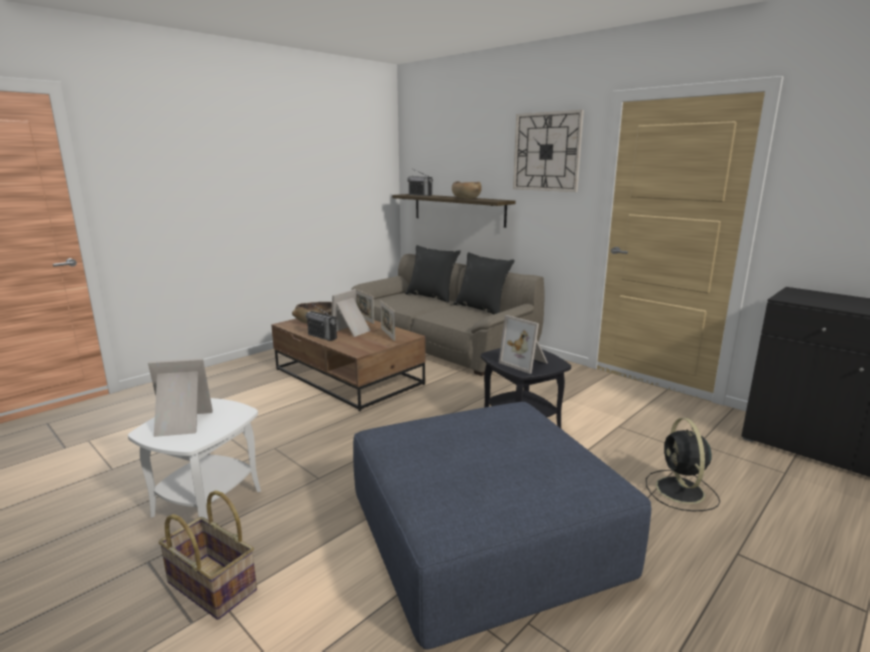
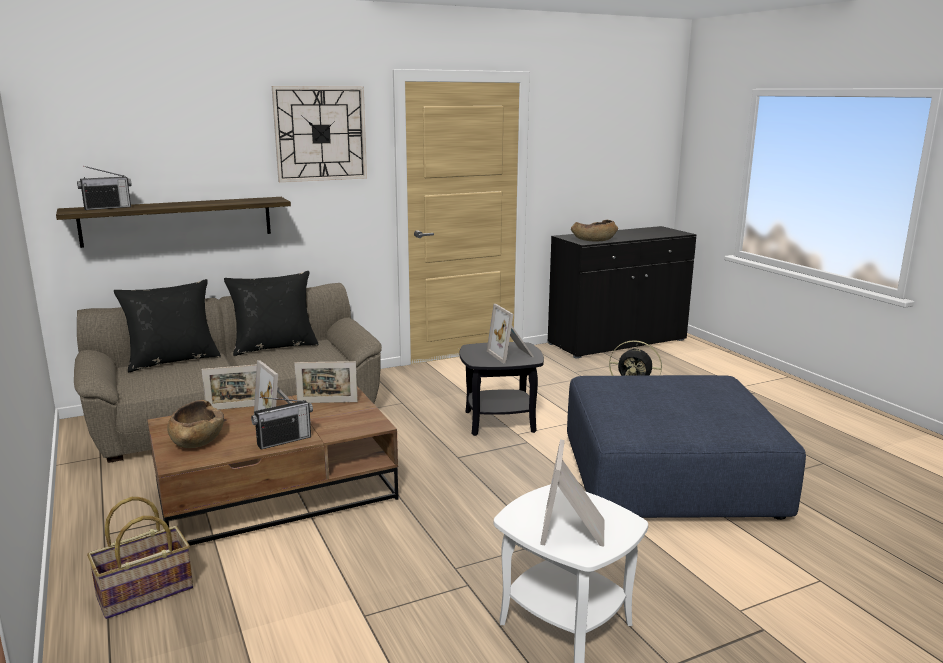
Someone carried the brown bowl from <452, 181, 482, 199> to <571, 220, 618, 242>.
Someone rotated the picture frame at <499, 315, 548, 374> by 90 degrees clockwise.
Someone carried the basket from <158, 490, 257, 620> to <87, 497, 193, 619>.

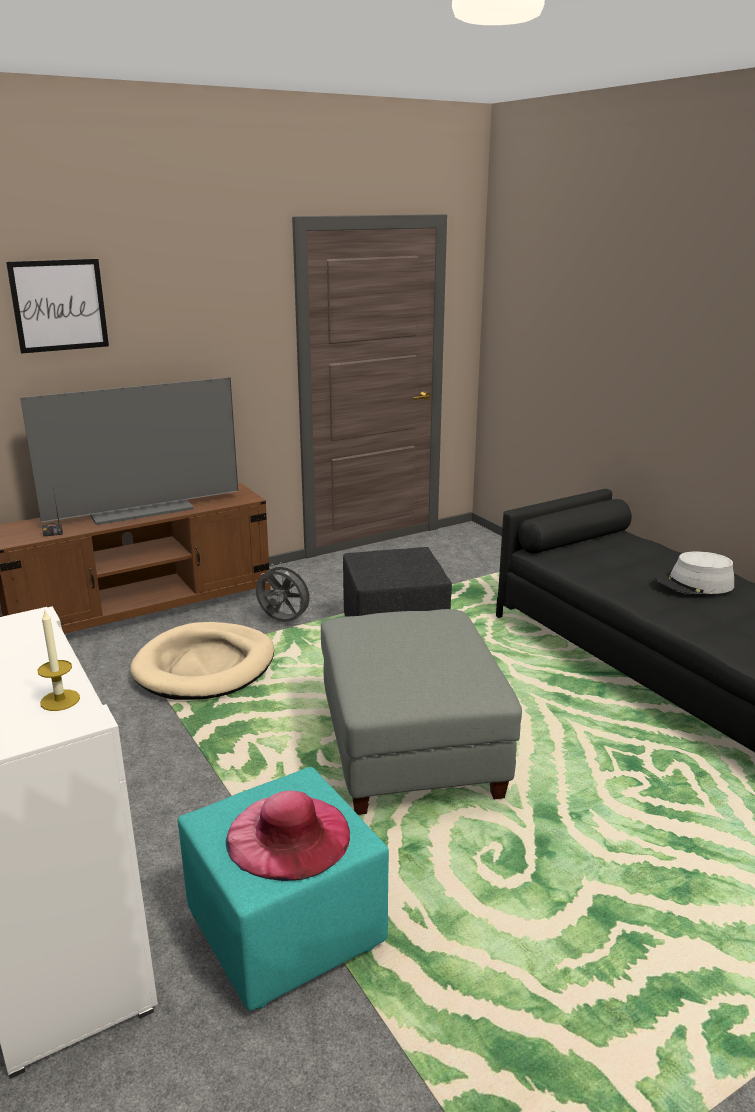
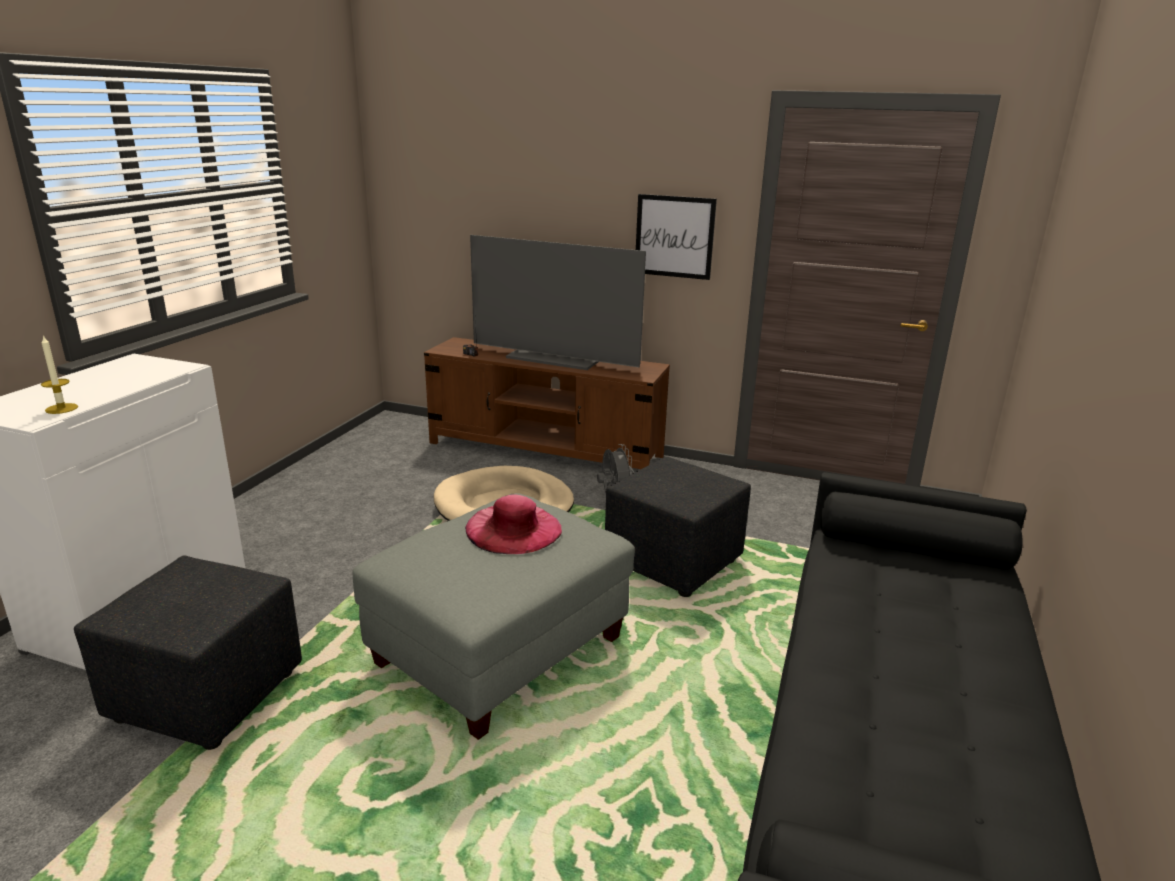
Someone carried the picture from <6, 259, 109, 354> to <636, 194, 717, 280>.
Someone took away the grey hat at <655, 551, 734, 594>.
Someone repainted the turquoise ottoman at <178, 767, 389, 1011>, which became the black ottoman at <74, 556, 302, 750>.
Someone carried the pink hat from <226, 790, 350, 881> to <465, 495, 562, 554>.

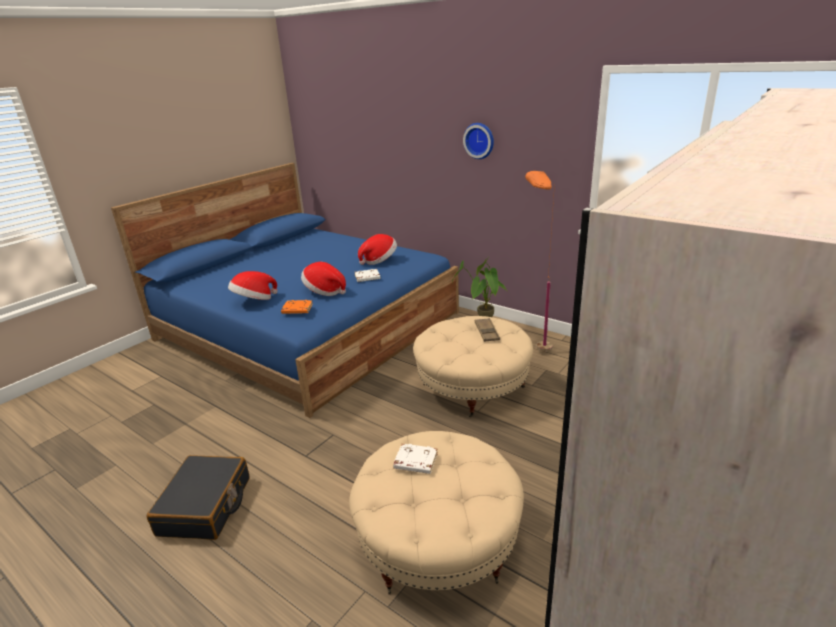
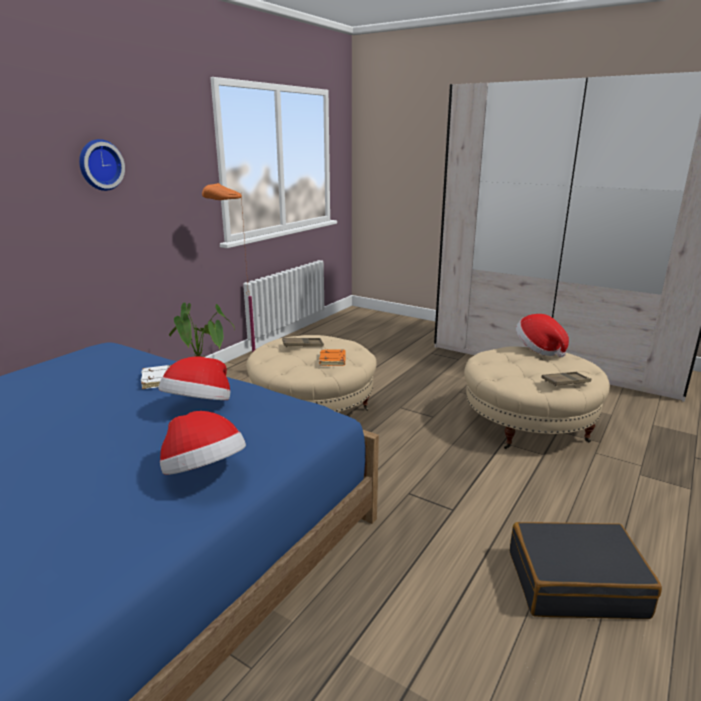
Someone carried the hat from <358, 234, 397, 265> to <516, 314, 569, 357>.
Someone carried the orange book from <281, 300, 313, 314> to <319, 349, 346, 366>.
Someone took away the white book at <393, 444, 438, 474>.
Someone put down the brown tray at <542, 372, 591, 387>.

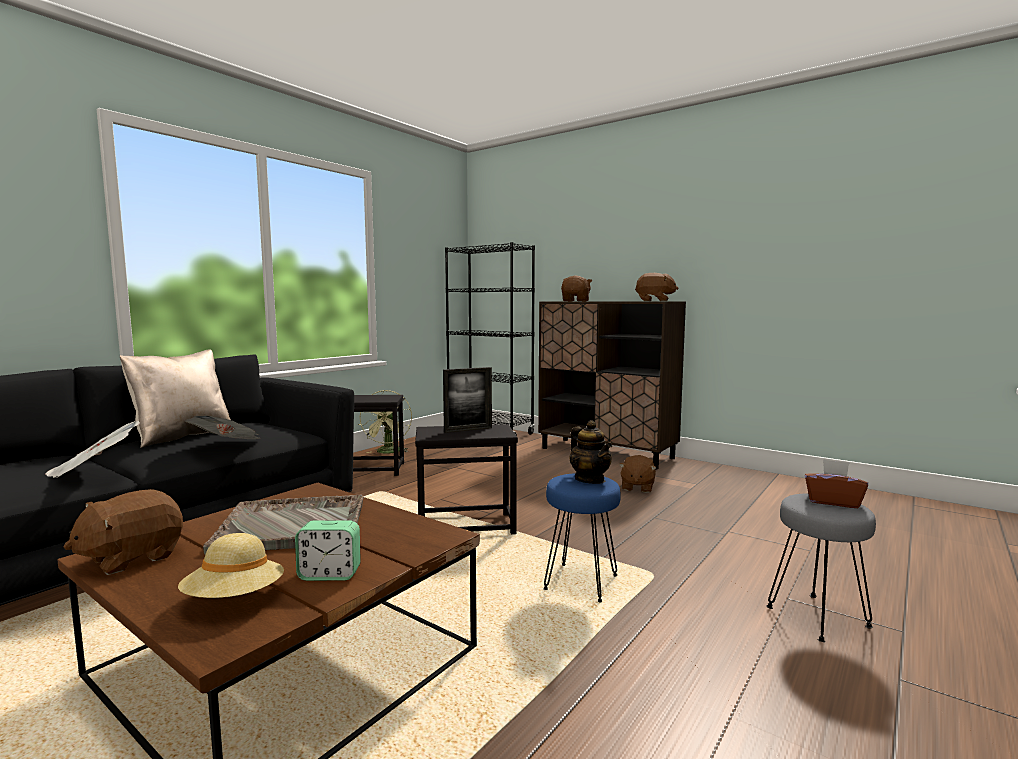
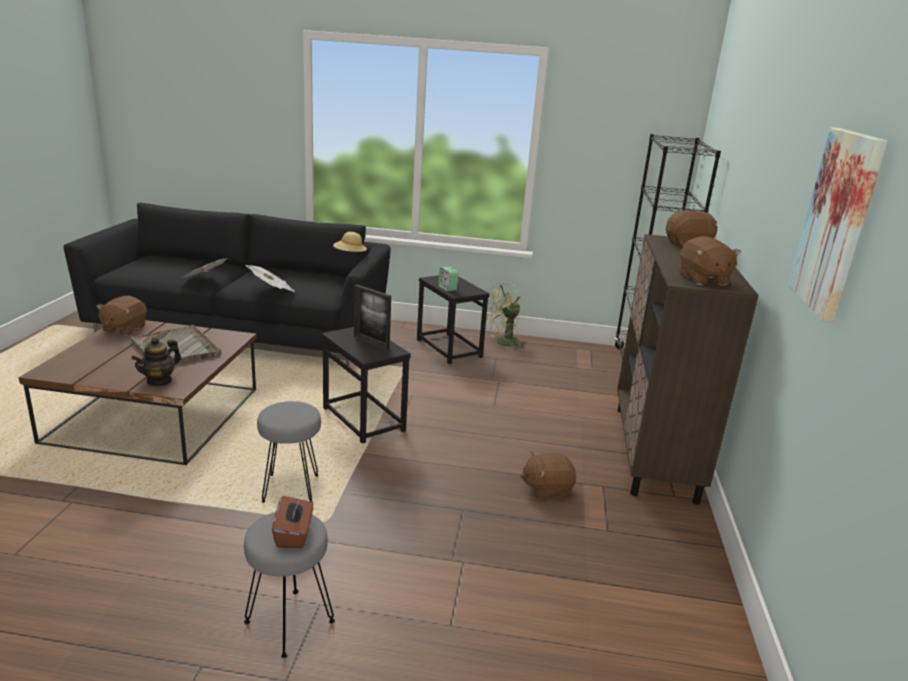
Someone took away the beige pillow at <120, 349, 231, 448>.
Someone carried the teapot from <570, 420, 612, 484> to <132, 337, 181, 387>.
Someone repainted the blue stool at <544, 473, 621, 602>, which became the grey stool at <257, 401, 321, 503>.
Someone rotated the brown plush toy at <64, 489, 183, 575> by 90 degrees counterclockwise.
Someone carried the alarm clock from <295, 520, 361, 581> to <438, 267, 459, 292>.
Someone carried the beige hat from <178, 533, 284, 598> to <333, 232, 367, 252>.
Someone put up the picture at <788, 127, 888, 322>.

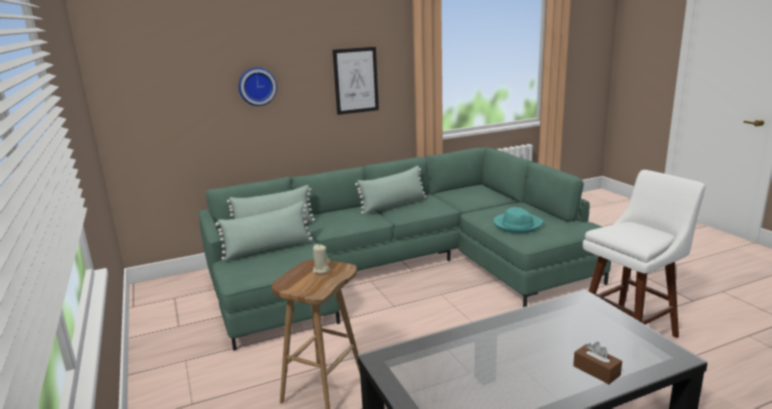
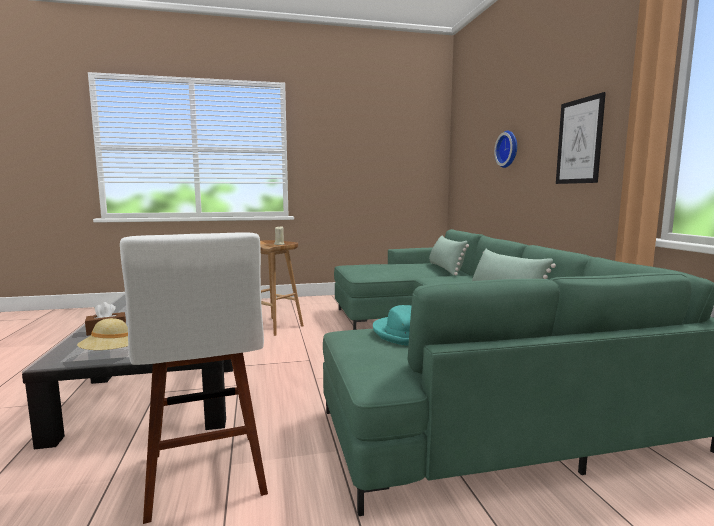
Someone took away the green pillow at <215, 201, 313, 261>.
Someone put down the beige hat at <77, 318, 128, 350>.

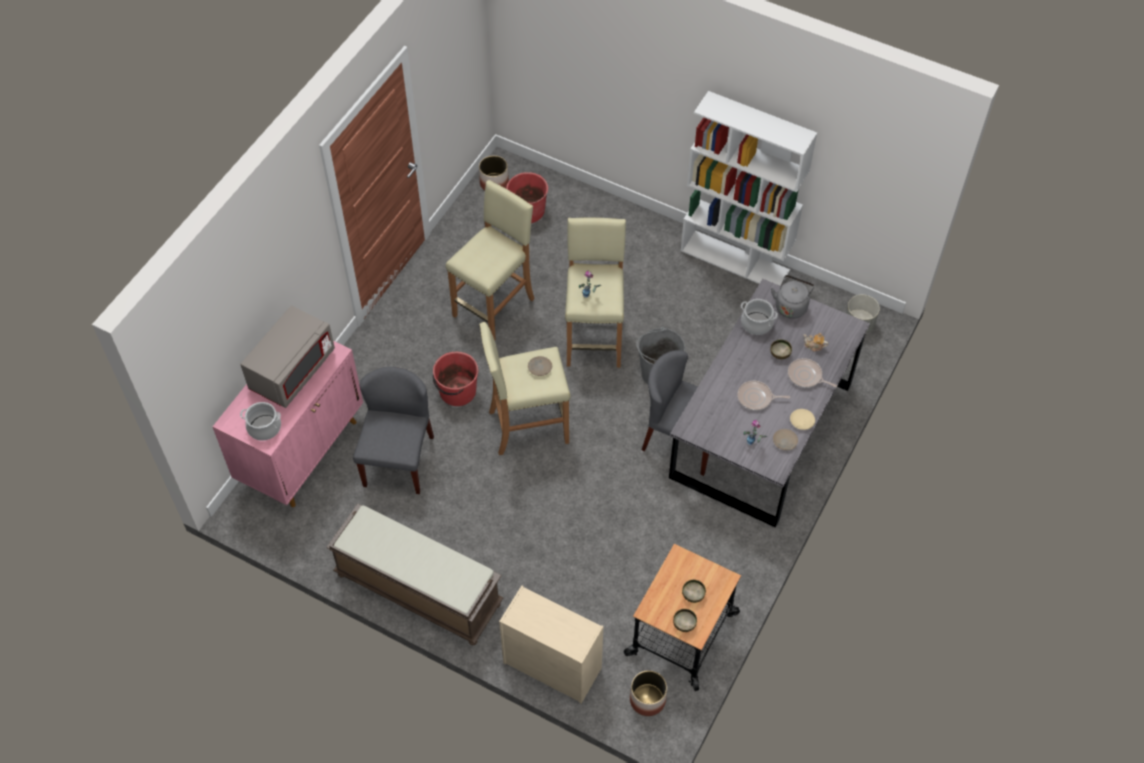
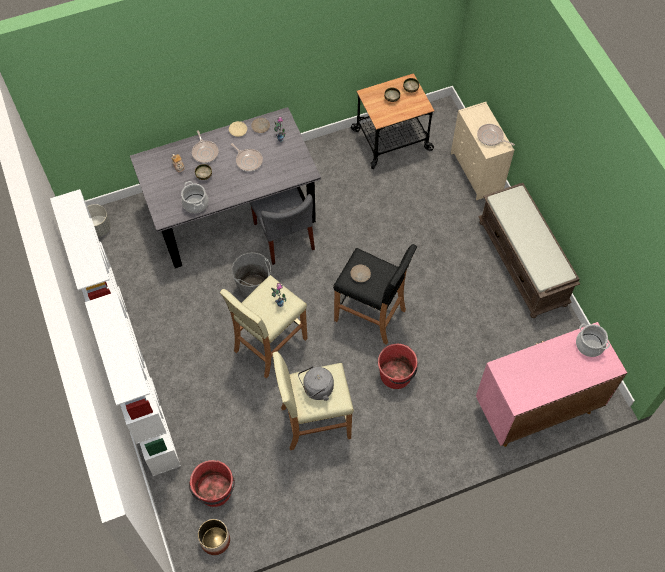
Someone carried the grey kettle from <771, 275, 815, 319> to <298, 366, 334, 401>.
Someone took away the grey microwave at <240, 305, 335, 408>.
Someone repainted the beige stool at <479, 322, 571, 455>, which became the black stool at <333, 244, 417, 345>.
Someone took away the grey chair at <353, 367, 434, 494>.
Someone took away the planter at <630, 670, 667, 716>.
Someone put down the frying pan at <477, 124, 515, 146>.
Someone put down the white bookcase at <85, 292, 181, 476>.

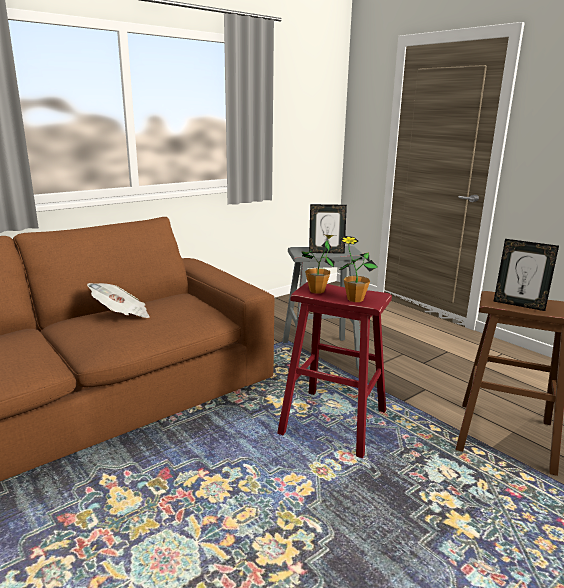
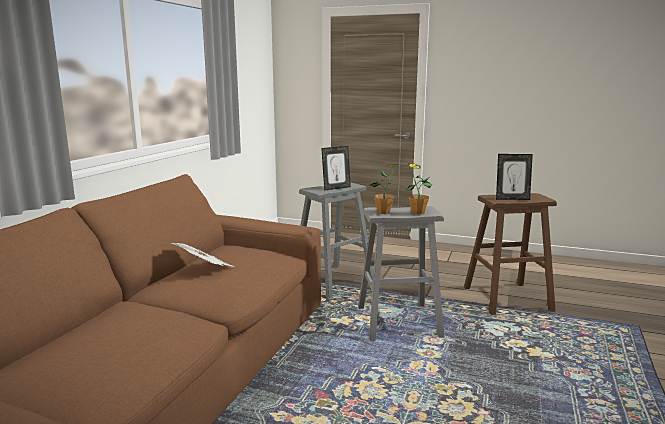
Someone repainted the red stool at <277, 282, 392, 458>, which became the grey stool at <358, 206, 444, 341>.

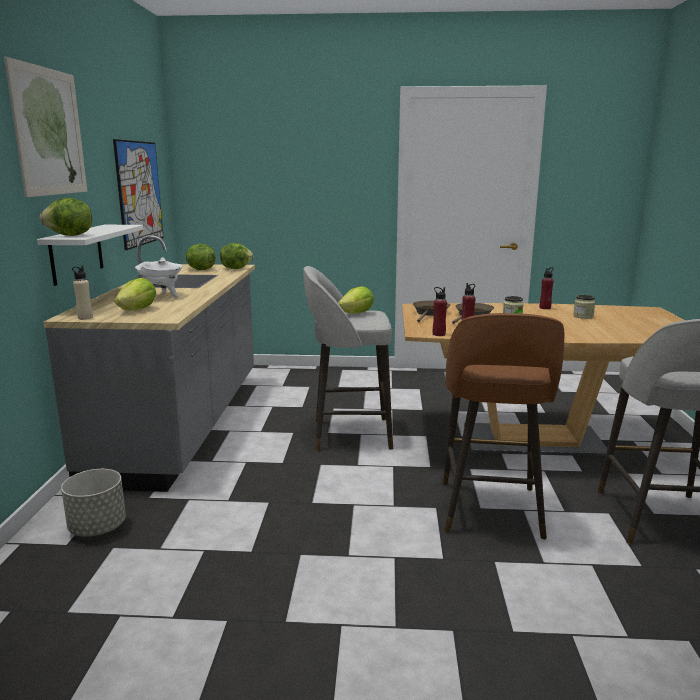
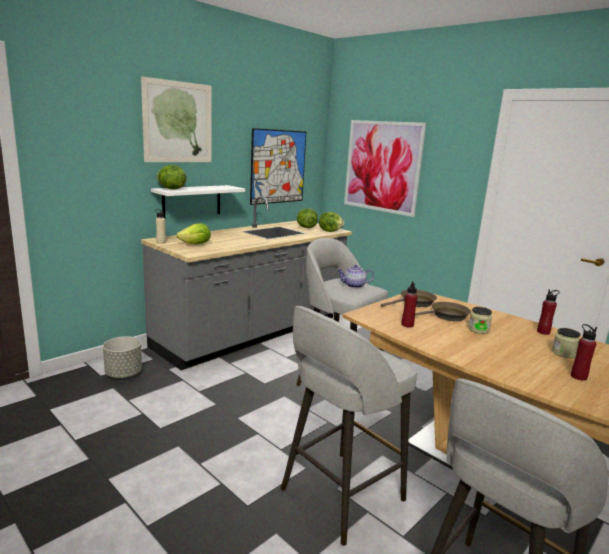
Someone took away the white cooking pot at <135, 257, 183, 298>.
Someone swapped the lettuce at <338, 286, 374, 314> for the teapot at <337, 265, 374, 288>.
Someone carried the red bottle from <433, 287, 447, 336> to <571, 324, 597, 381>.
Someone repainted the brown stool at <443, 313, 565, 540>, which became the grey stool at <280, 306, 417, 546>.
Someone put up the picture at <344, 120, 427, 217>.

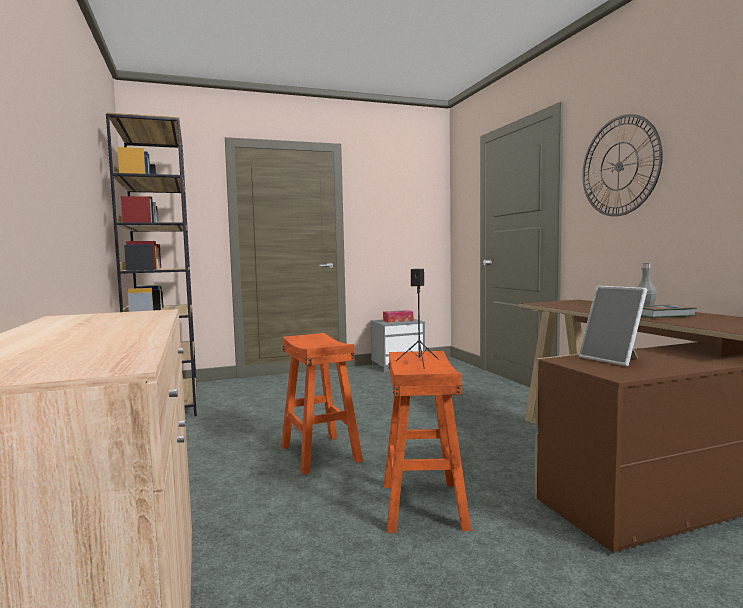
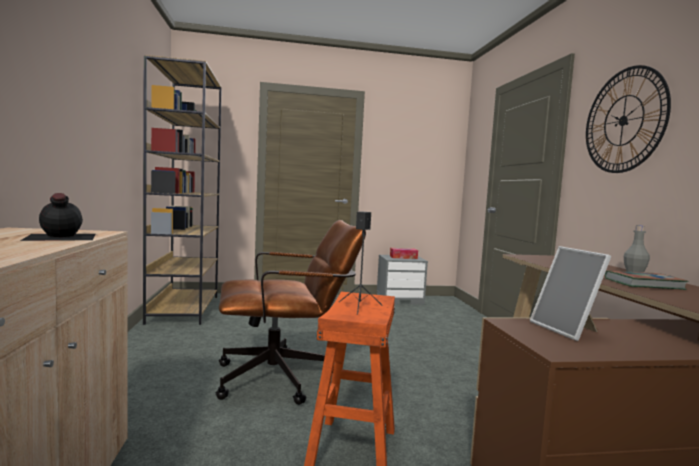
Someone swapped the orange stool at <281, 333, 363, 475> for the brown office chair at <216, 220, 366, 405>.
Someone put down the black bottle at <20, 193, 95, 241>.

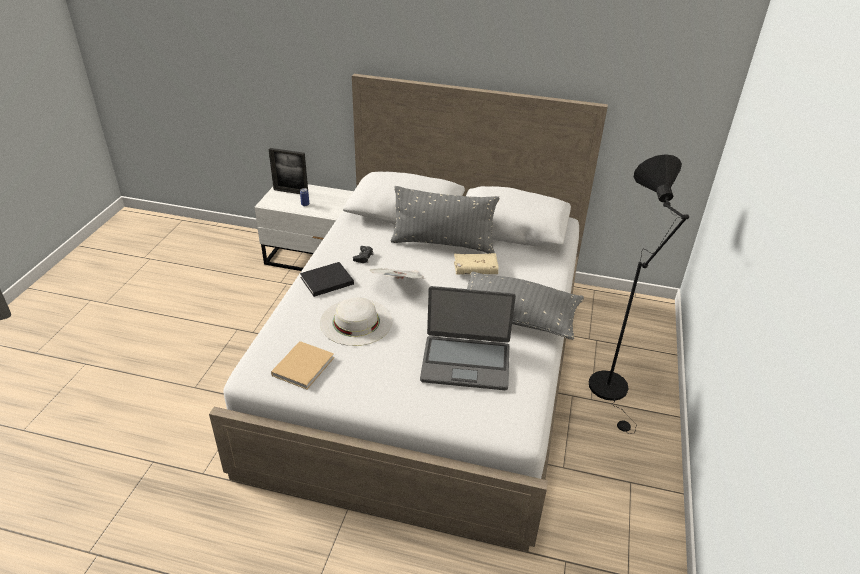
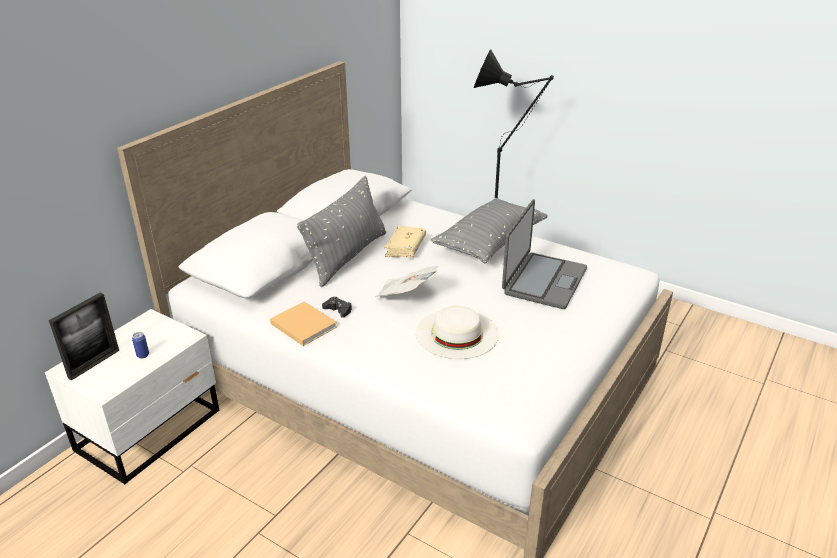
Someone took away the black book at <300, 262, 354, 297>.
Someone carried the beige book from <271, 341, 334, 389> to <270, 302, 337, 346>.

